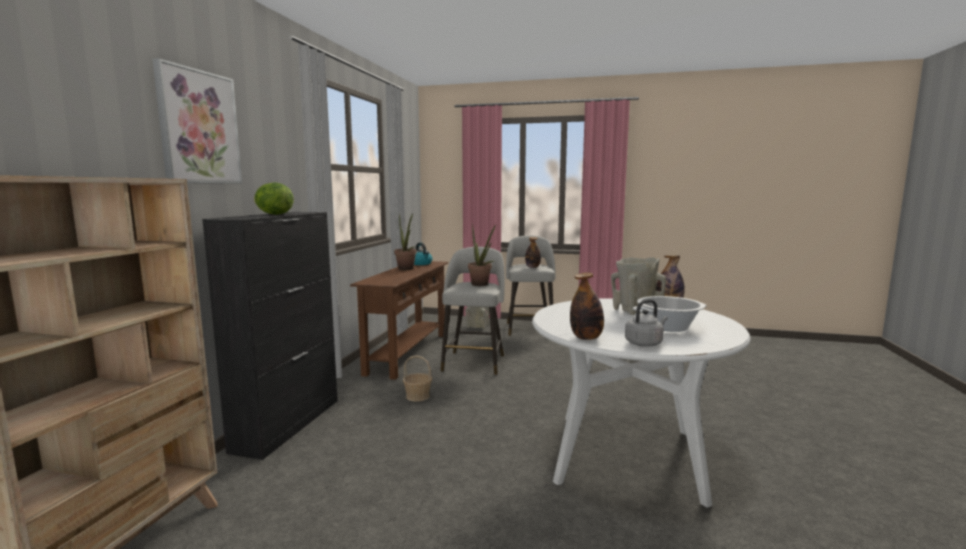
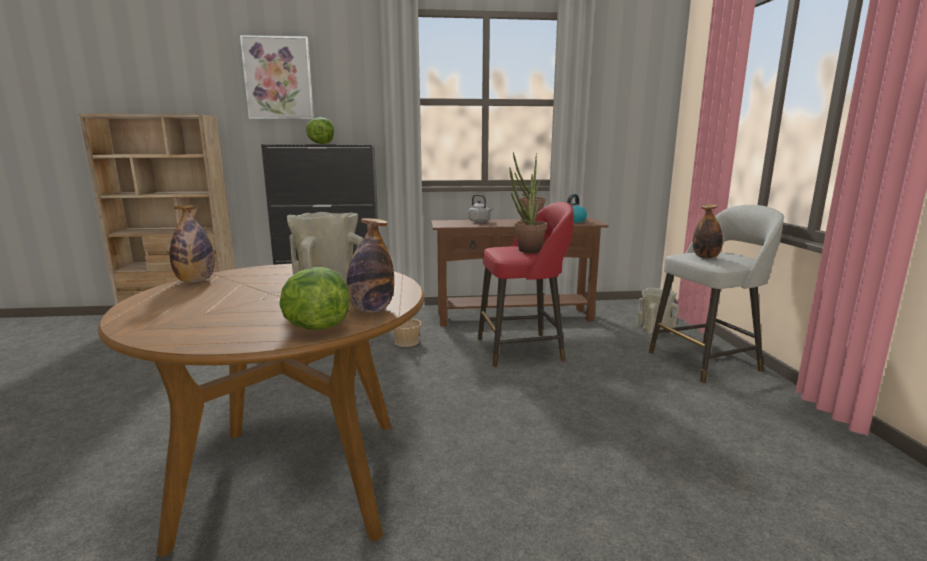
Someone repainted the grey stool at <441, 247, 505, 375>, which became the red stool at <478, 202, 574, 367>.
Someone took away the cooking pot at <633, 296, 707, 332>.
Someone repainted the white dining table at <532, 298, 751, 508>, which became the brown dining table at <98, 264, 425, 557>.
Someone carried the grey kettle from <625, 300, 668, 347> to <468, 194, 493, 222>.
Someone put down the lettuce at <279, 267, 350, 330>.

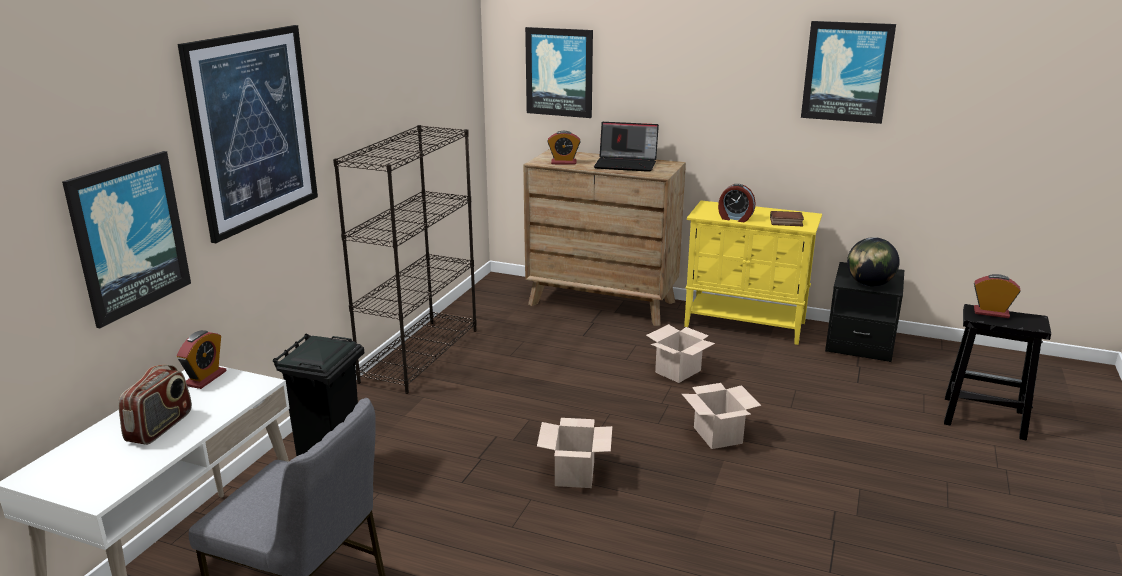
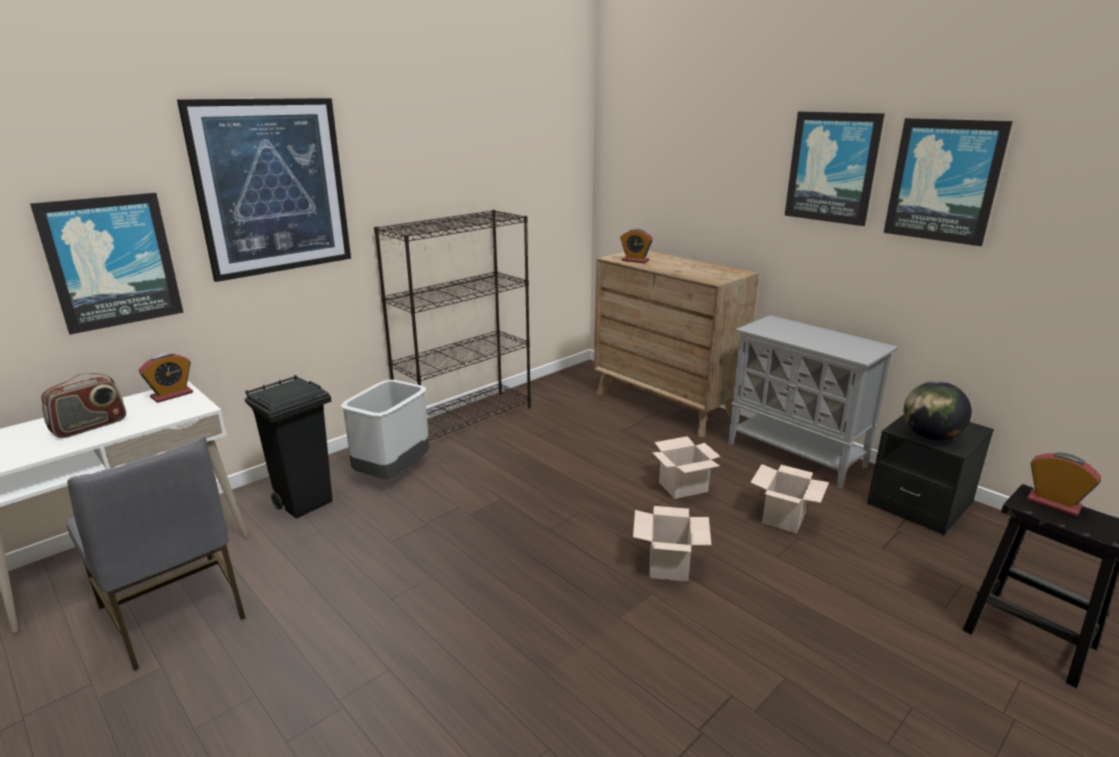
Someone carried the picture from <525, 27, 593, 118> to <785, 112, 885, 226>.
Someone took away the laptop at <594, 122, 659, 172>.
Someone took away the alarm clock at <718, 184, 756, 222>.
Someone repainted the yellow cabinet at <684, 200, 822, 345>, which became the grey cabinet at <728, 315, 898, 489>.
Someone took away the book at <770, 211, 804, 226>.
Someone carried the cardboard box from <537, 418, 612, 488> to <750, 464, 829, 533>.
Someone put down the grey trash can at <341, 380, 429, 479>.

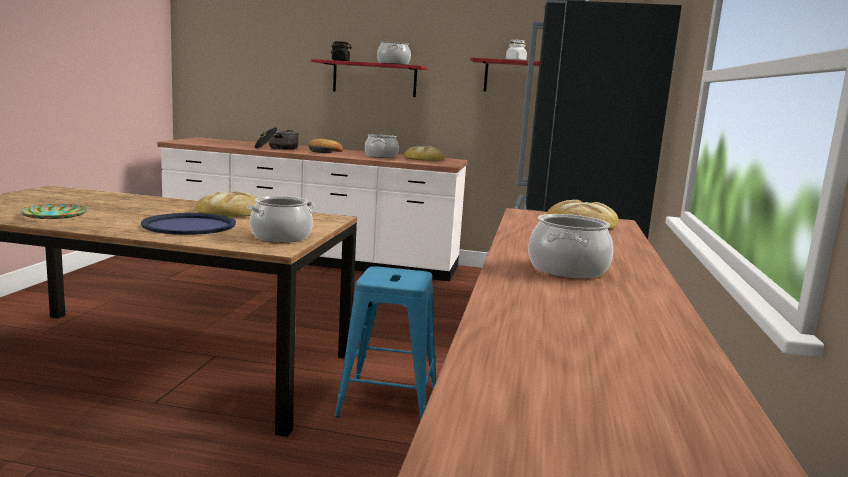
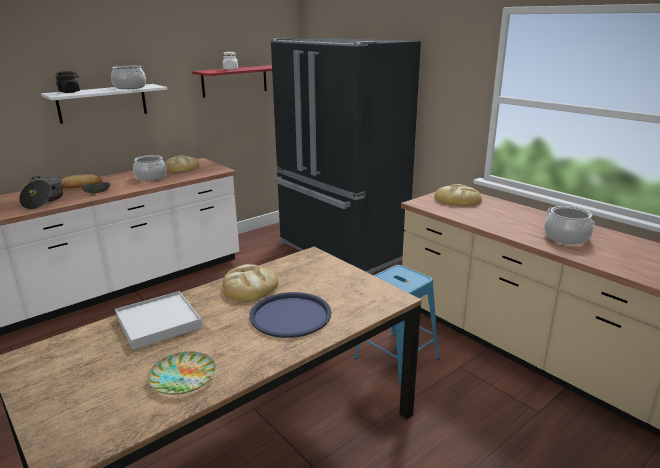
Someone repainted the red shelf at <311, 59, 428, 97>, which became the white shelf at <41, 84, 167, 124>.
Someone took away the cooking pot at <248, 196, 315, 243>.
Someone put down the white tray at <115, 291, 202, 350>.

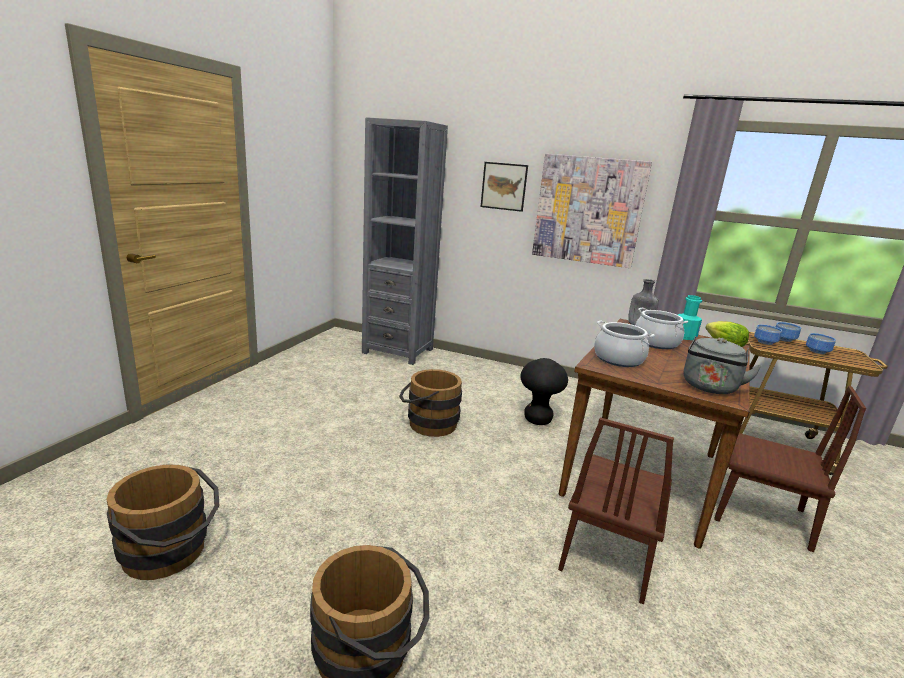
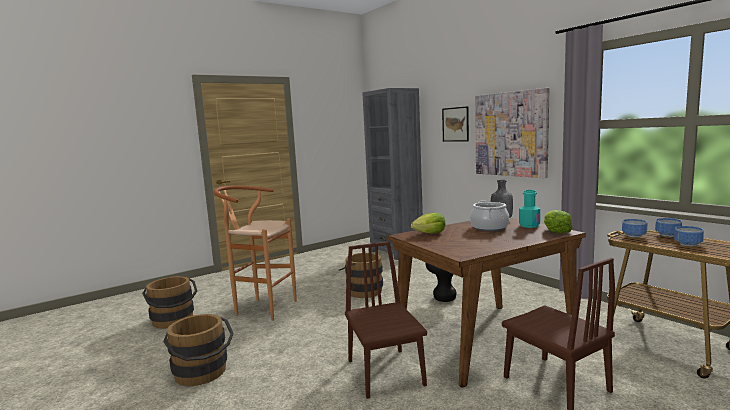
Someone swapped the cooking pot at <594, 320, 655, 367> for the lettuce at <411, 212, 445, 233>.
Someone took away the grey kettle at <684, 336, 762, 394>.
Someone rotated the brown chair at <558, 417, 674, 604> by 105 degrees clockwise.
Someone put down the brown stool at <213, 186, 297, 321>.

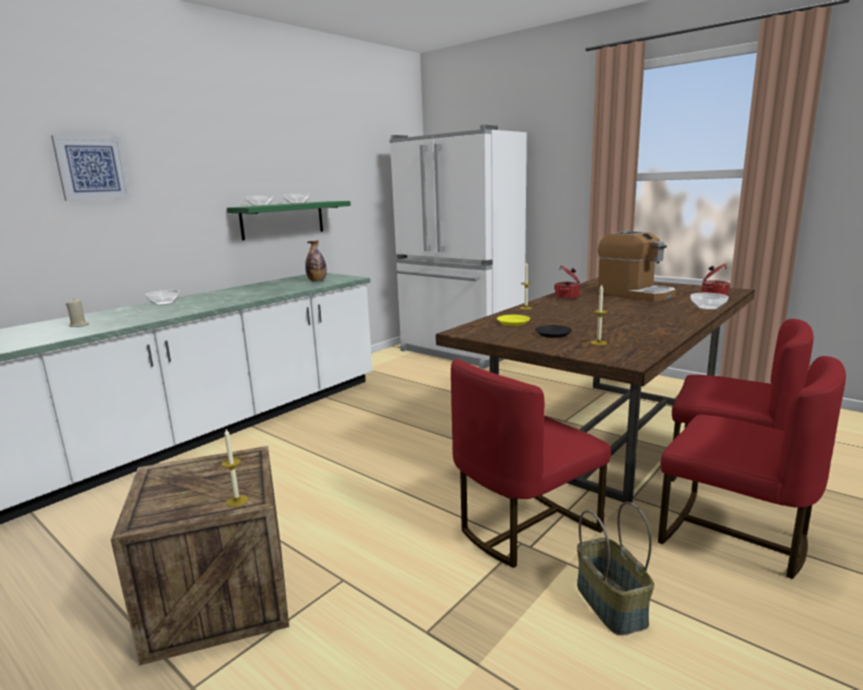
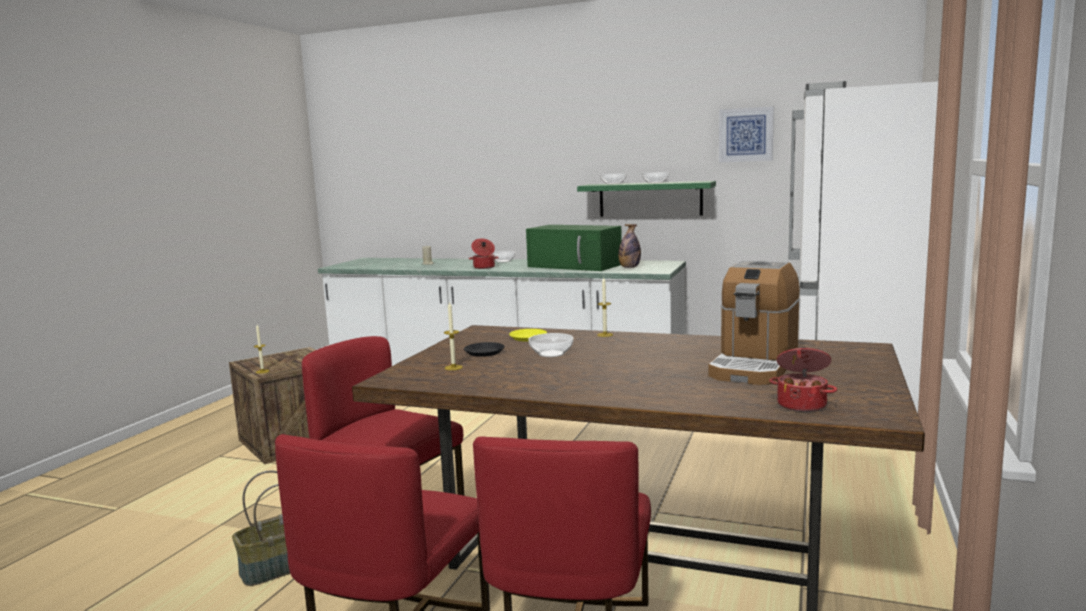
Someone carried the picture from <51, 135, 131, 201> to <719, 106, 774, 162>.
Someone carried the cooking pot from <554, 265, 580, 299> to <469, 238, 499, 269>.
Someone carried the bowl from <690, 293, 728, 310> to <528, 333, 574, 357>.
Someone put down the green microwave at <526, 225, 622, 271>.

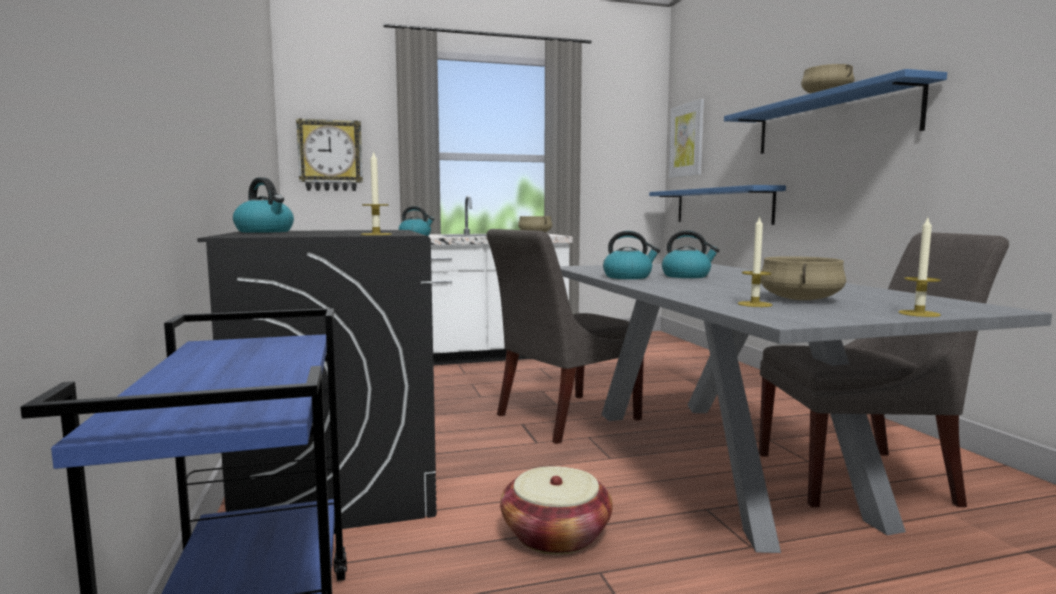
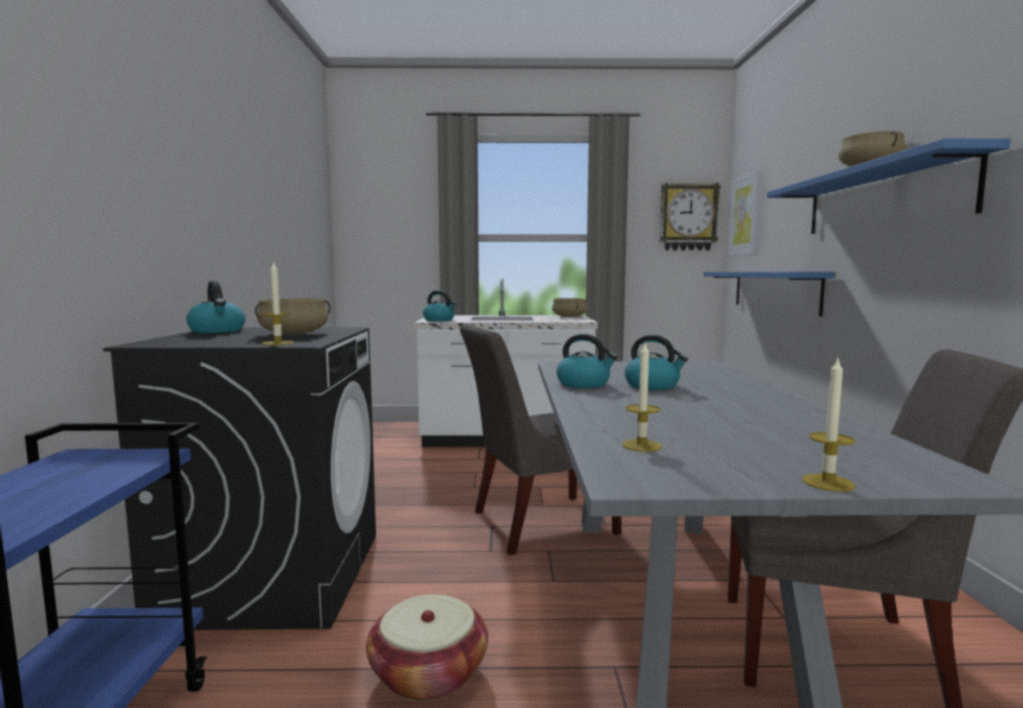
Someone carried the wall clock from <296, 118, 363, 191> to <659, 183, 721, 250>.
Someone carried the beige cooking pot from <761, 256, 846, 300> to <255, 298, 331, 335>.

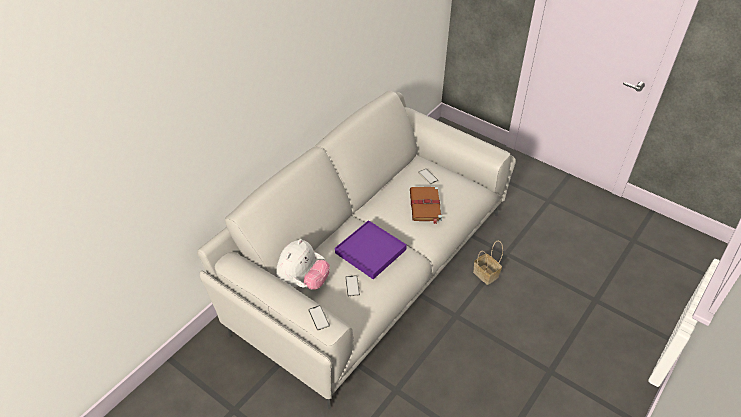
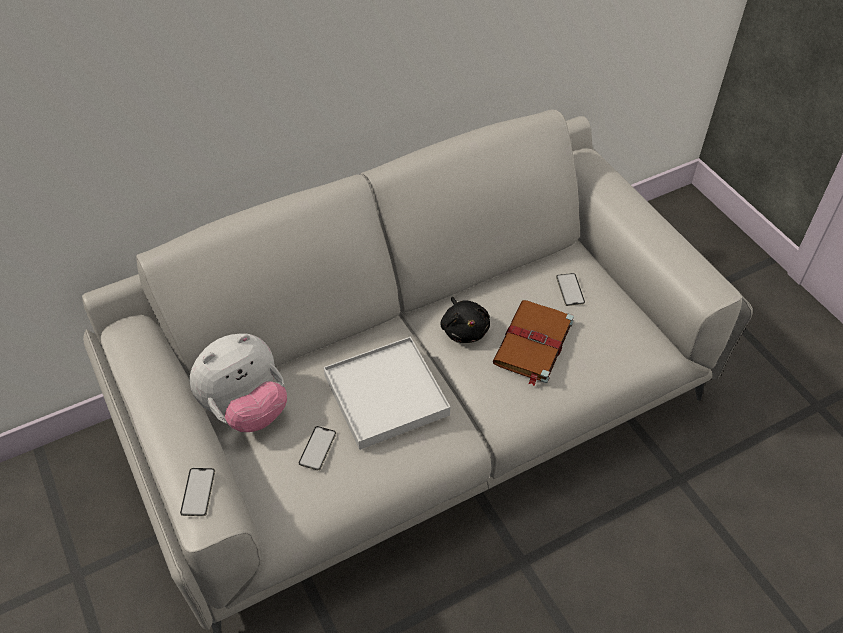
Someone repainted the purple tray at <335, 220, 407, 279>, which became the white tray at <323, 337, 450, 450>.
Someone took away the basket at <473, 241, 503, 285>.
Someone put down the black plush toy at <441, 297, 490, 343>.

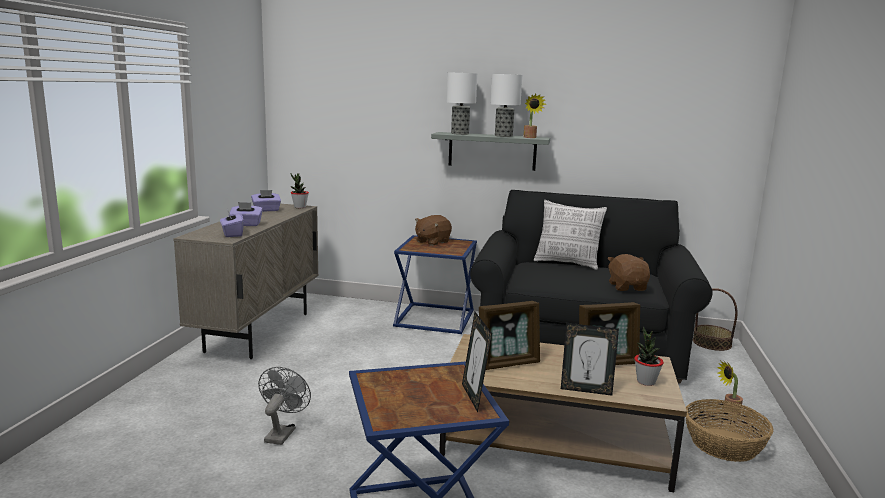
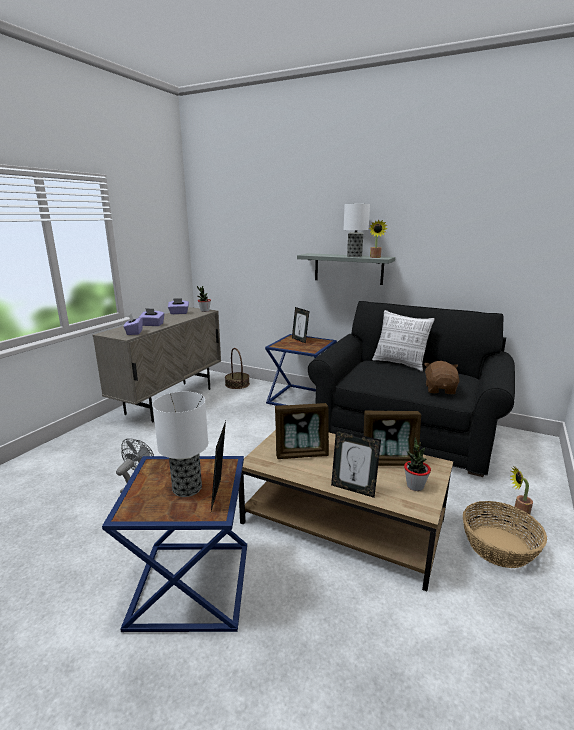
Someone carried the table lamp from <447, 73, 477, 135> to <153, 392, 208, 497>.
Someone swapped the brown plush toy at <415, 215, 452, 246> for the picture frame at <292, 307, 309, 344>.
Someone carried the basket from <693, 288, 738, 351> to <225, 348, 250, 389>.

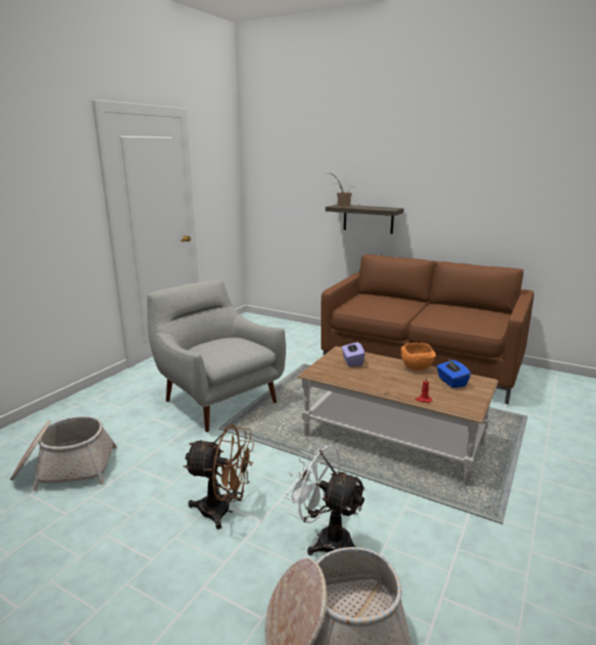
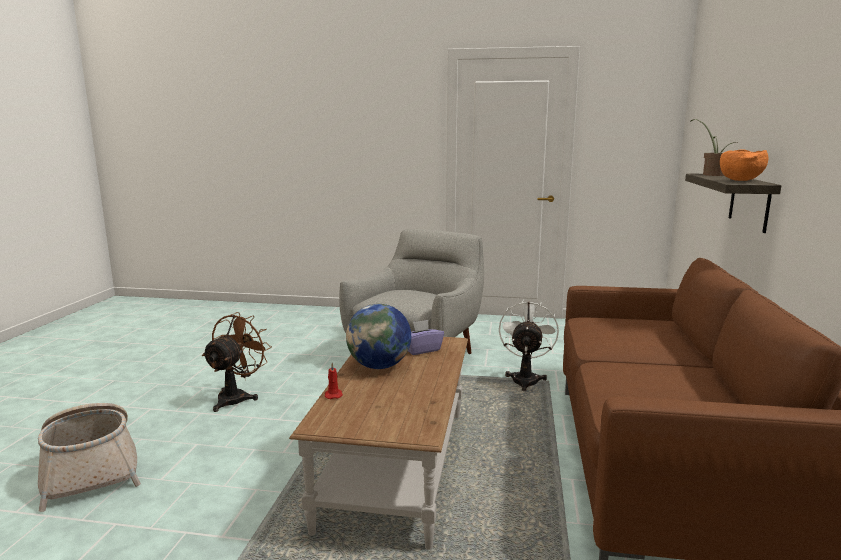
Someone carried the orange bowl from <401, 343, 436, 370> to <720, 149, 768, 181>.
Someone took away the blue tissue box at <437, 358, 471, 388>.
Someone took away the basket at <10, 416, 117, 491>.
Someone rotated the brown fan at <183, 425, 254, 529> by 150 degrees counterclockwise.
Someone carried the white fan from <284, 441, 367, 556> to <499, 299, 559, 391>.
Someone put down the globe at <346, 304, 411, 369>.

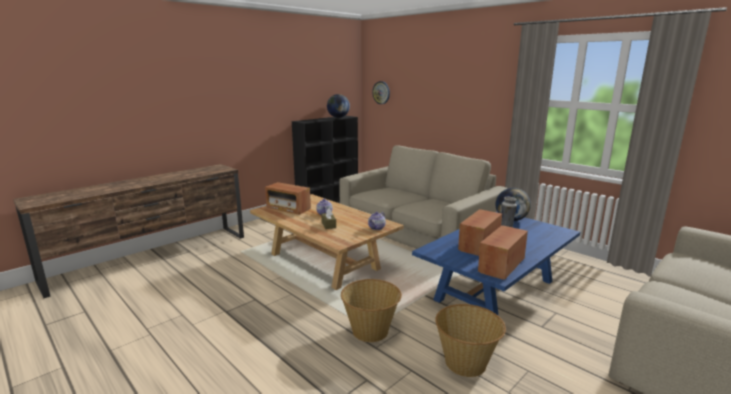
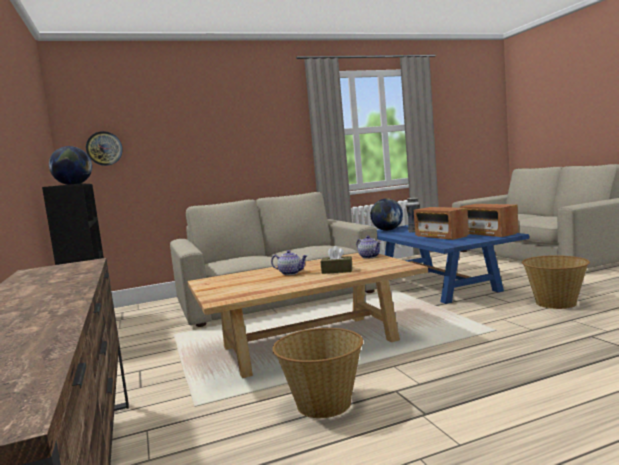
Someone took away the radio at <265, 182, 311, 215>.
Someone carried the basket from <341, 279, 402, 342> to <272, 328, 363, 418>.

